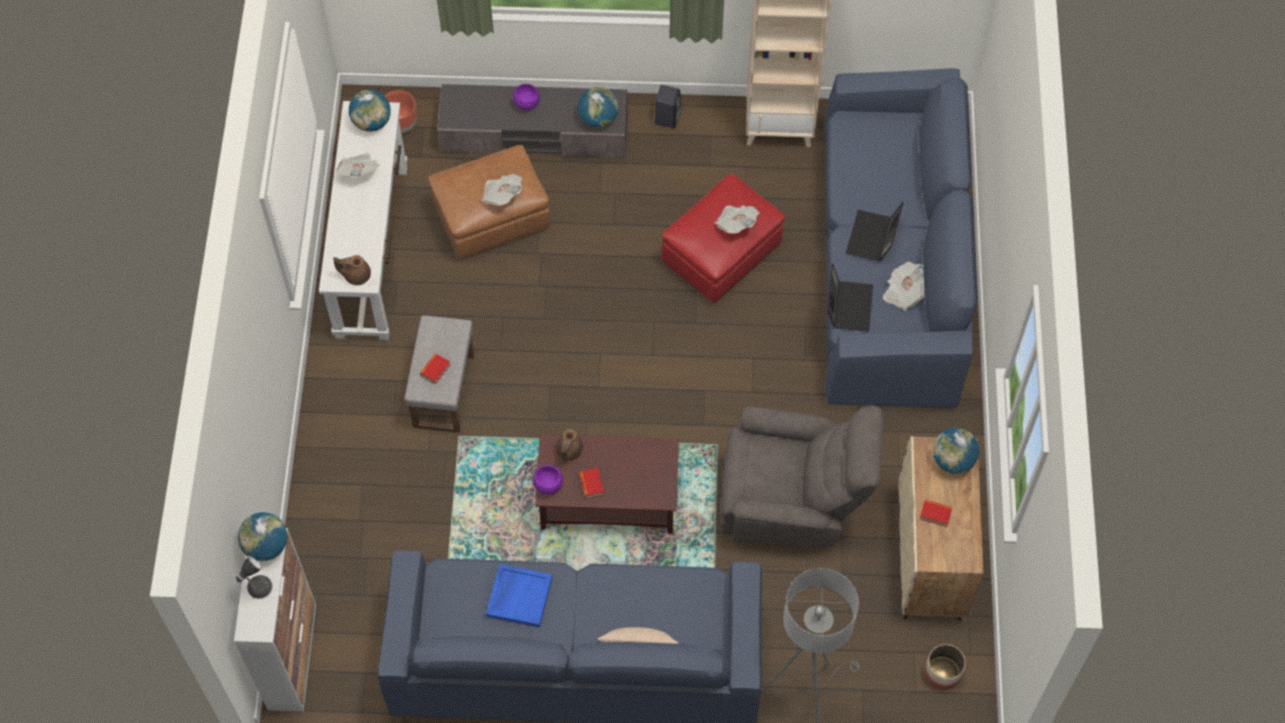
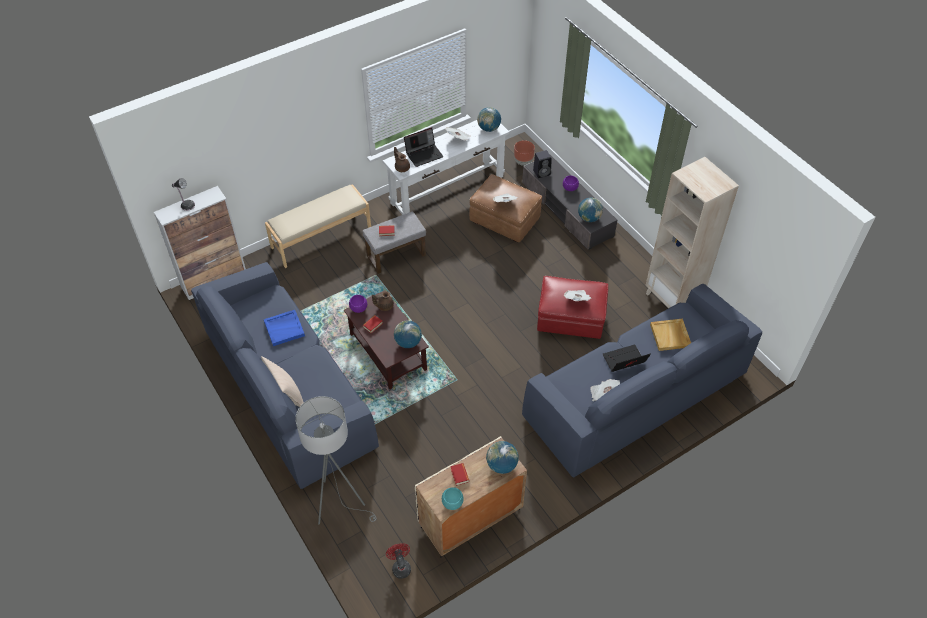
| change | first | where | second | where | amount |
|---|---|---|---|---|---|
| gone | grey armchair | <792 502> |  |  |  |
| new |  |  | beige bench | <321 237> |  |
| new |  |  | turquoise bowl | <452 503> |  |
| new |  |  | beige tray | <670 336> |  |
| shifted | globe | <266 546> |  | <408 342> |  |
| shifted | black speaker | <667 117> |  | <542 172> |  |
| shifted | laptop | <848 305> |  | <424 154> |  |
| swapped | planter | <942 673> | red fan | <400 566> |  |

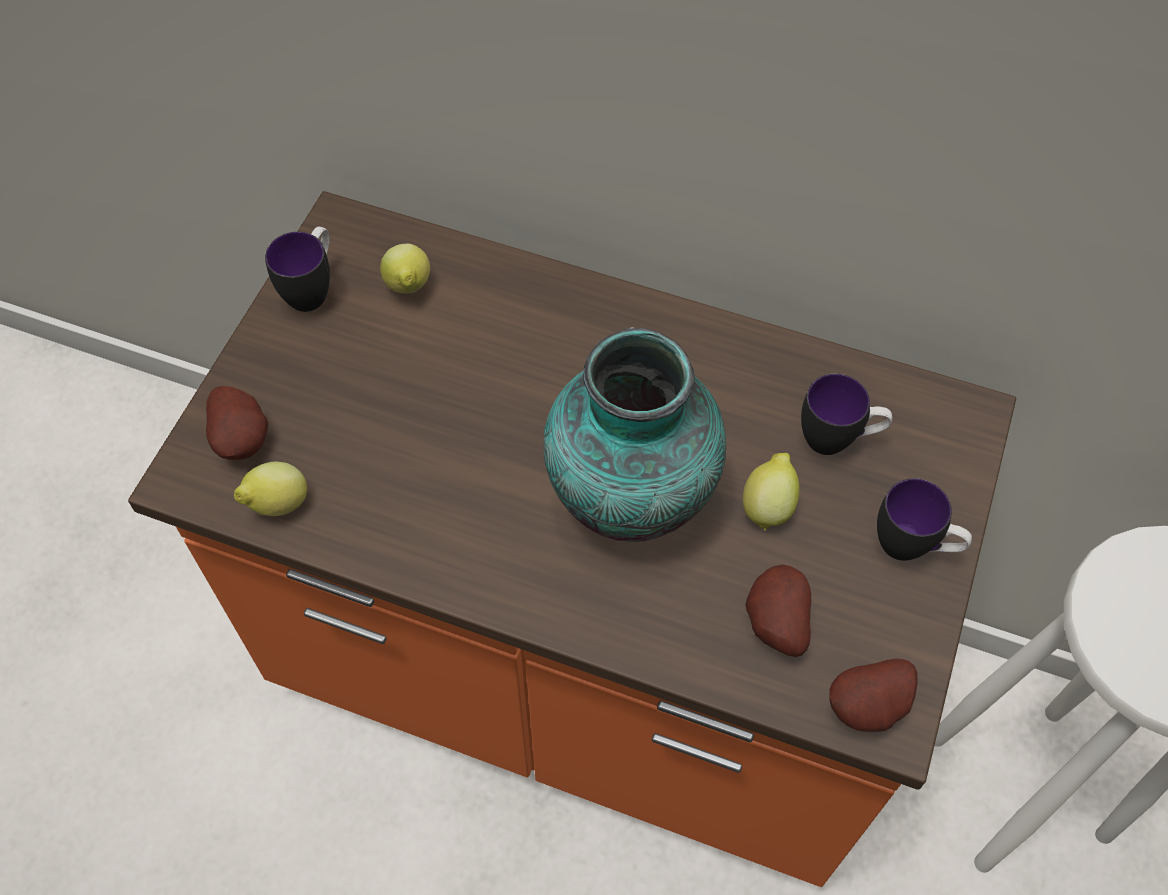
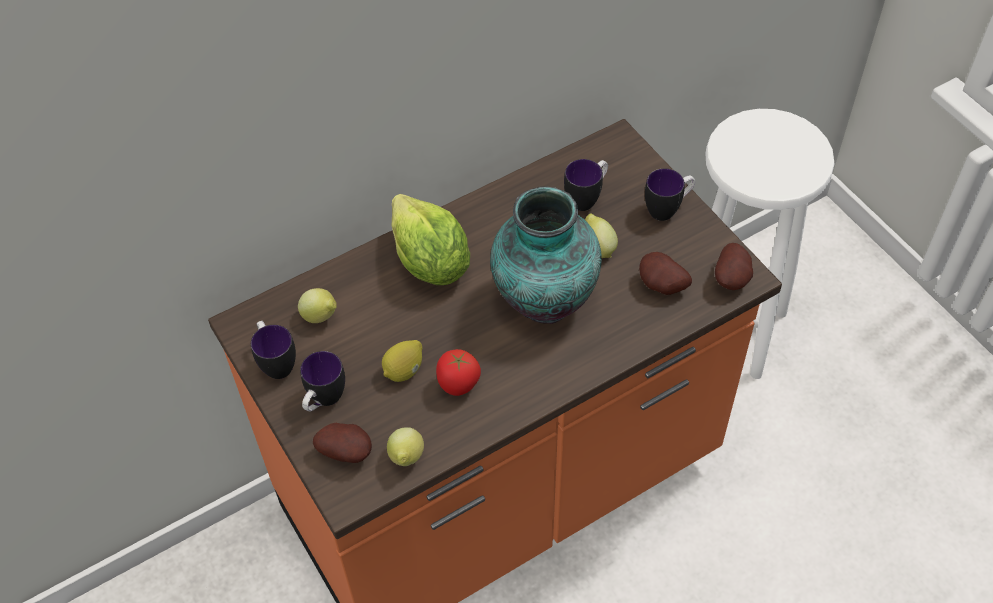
| change | first | where | second | where | amount |
|---|---|---|---|---|---|
| new |  |  | mug | <323 401> |  |
| new |  |  | lemon | <404 370> |  |
| new |  |  | lettuce | <430 263> |  |
| new |  |  | tomato | <458 386> |  |

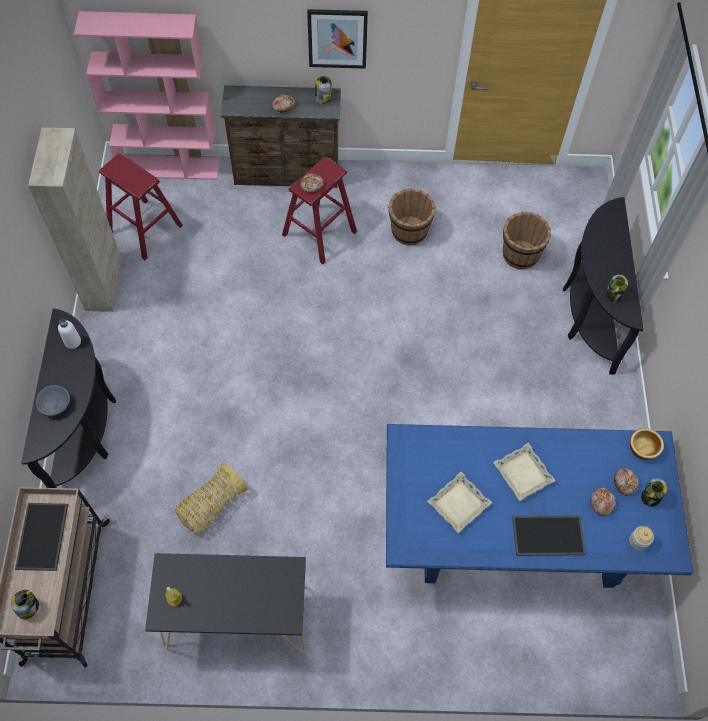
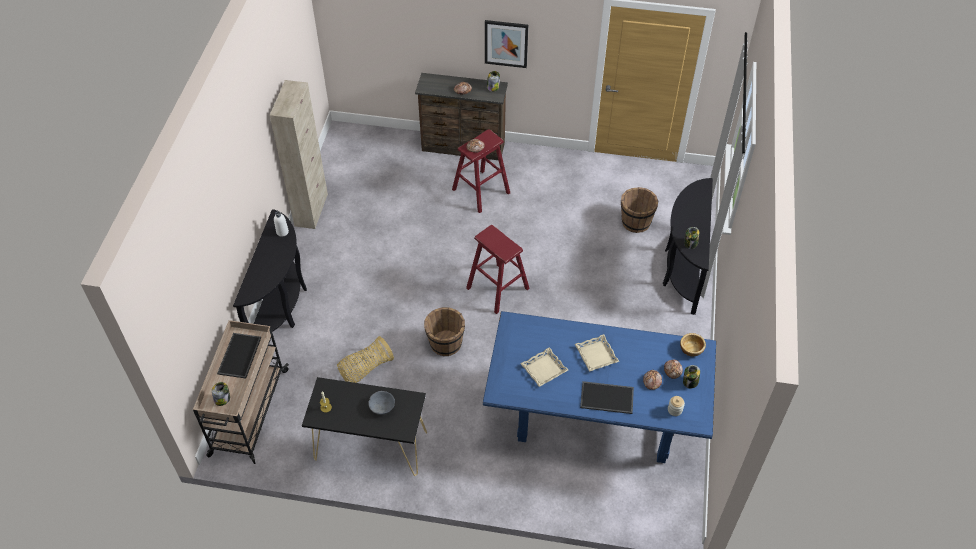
| change | first | where | second | where | amount |
|---|---|---|---|---|---|
| gone | pink bookcase | <170 167> |  |  |  |
| shifted | grey bowl | <56 404> |  | <382 406> |  |
| shifted | red stool | <145 229> |  | <498 288> |  |
| shifted | brown bucket | <409 231> |  | <445 344> |  |

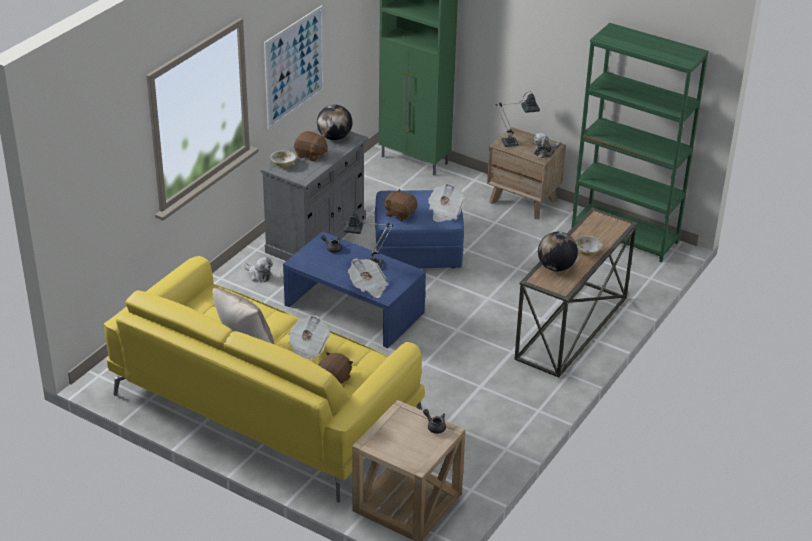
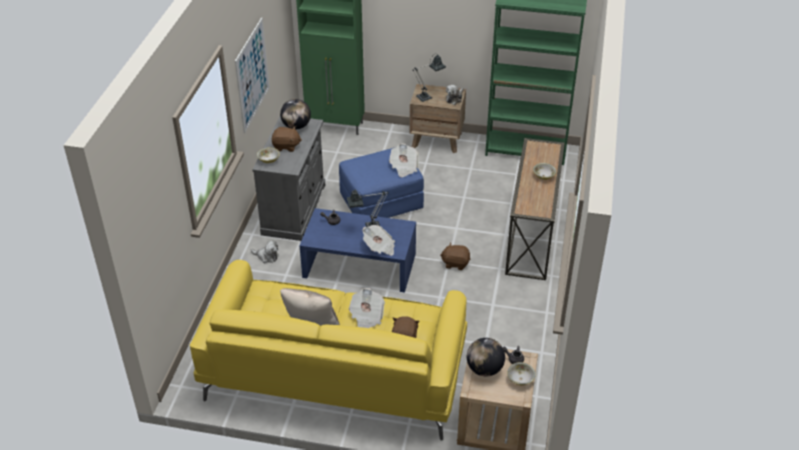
| change | first | where | second | where | amount |
|---|---|---|---|---|---|
| new |  |  | bowl | <520 379> |  |
| shifted | brown plush toy | <400 214> |  | <455 263> |  |
| shifted | globe | <556 267> |  | <484 369> |  |

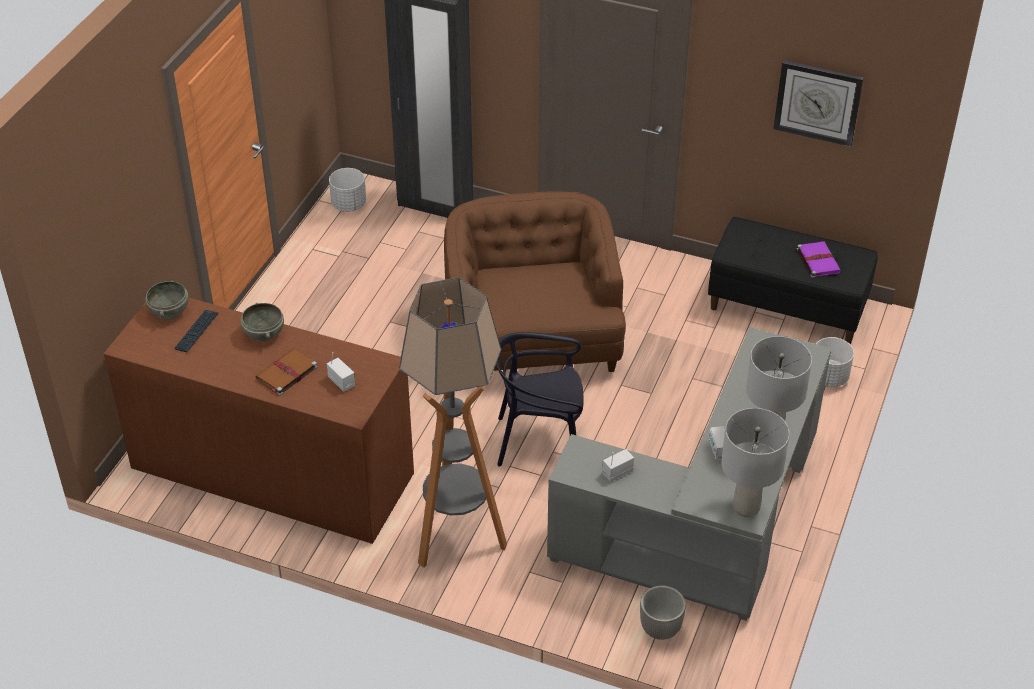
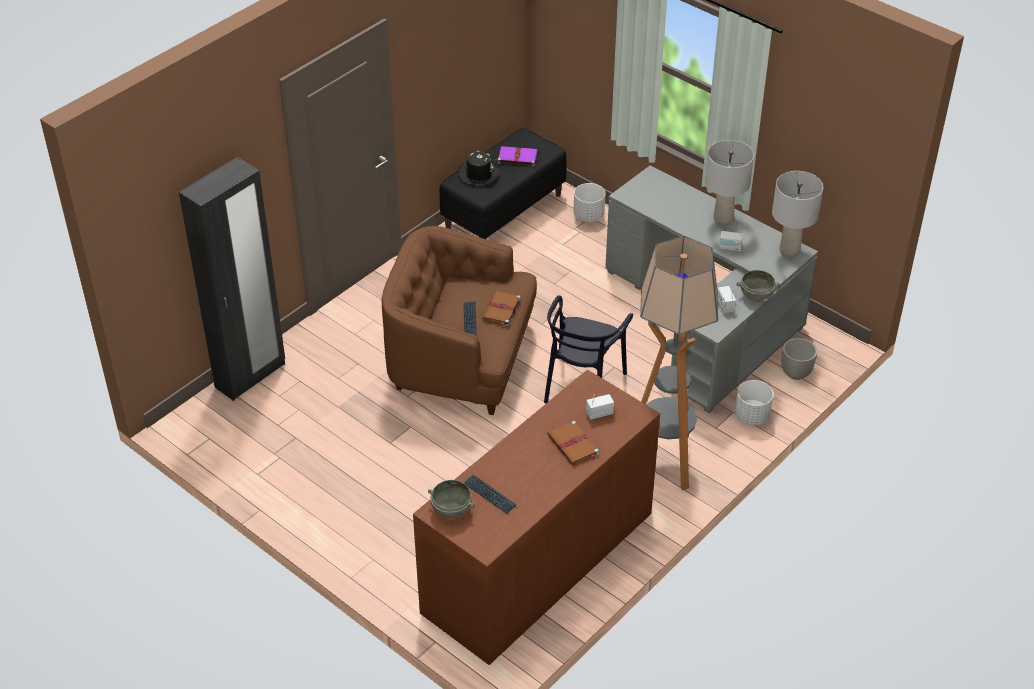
| change | first | where | second | where | amount |
|---|---|---|---|---|---|
| gone | wall clock | <818 102> |  |  |  |
| new |  |  | black hat | <478 174> |  |
| new |  |  | keyboard | <470 319> |  |
| new |  |  | brown book | <501 310> |  |
| shifted | grey bowl | <263 333> |  | <756 295> |  |
| shifted | white planter | <349 204> |  | <752 416> |  |

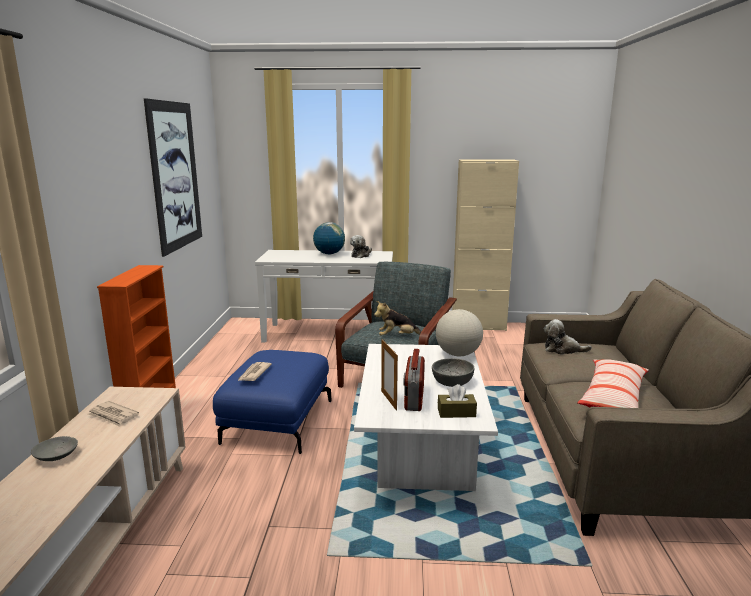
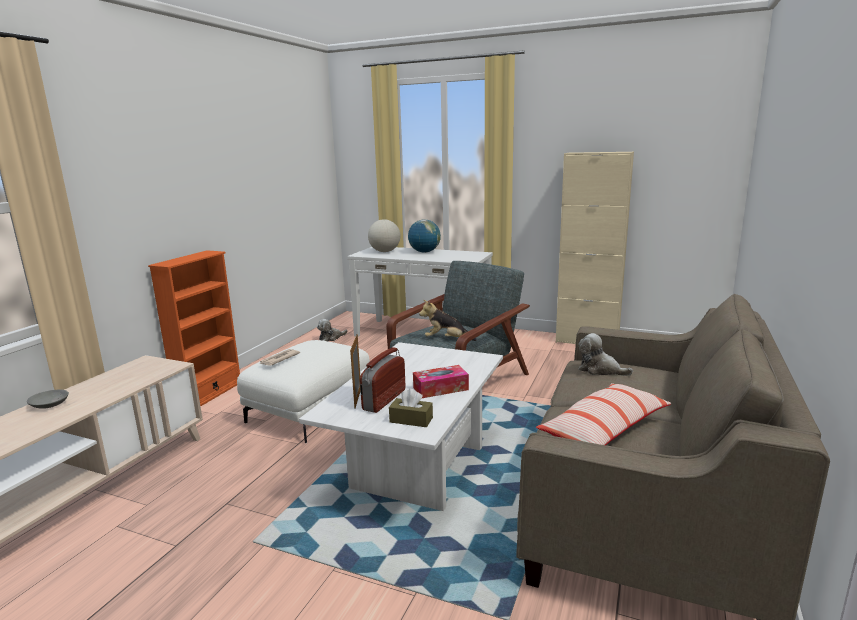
| change | first | where | second | where | amount |
|---|---|---|---|---|---|
| gone | newspaper | <113 416> |  |  |  |
| gone | picture | <175 176> |  |  |  |
| shifted | plush toy | <361 255> |  | <331 338> |  |
| shifted | globe | <458 354> |  | <384 251> |  |
| swapped | grey bowl | <452 381> | tissue box | <440 388> |  |
| repainted | blue ottoman | <277 421> | white ottoman | <310 409> |  |

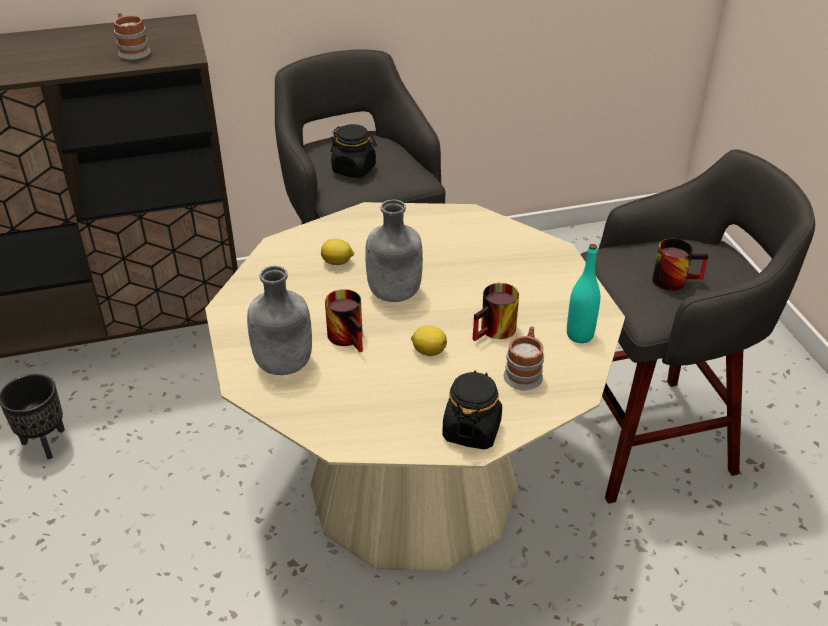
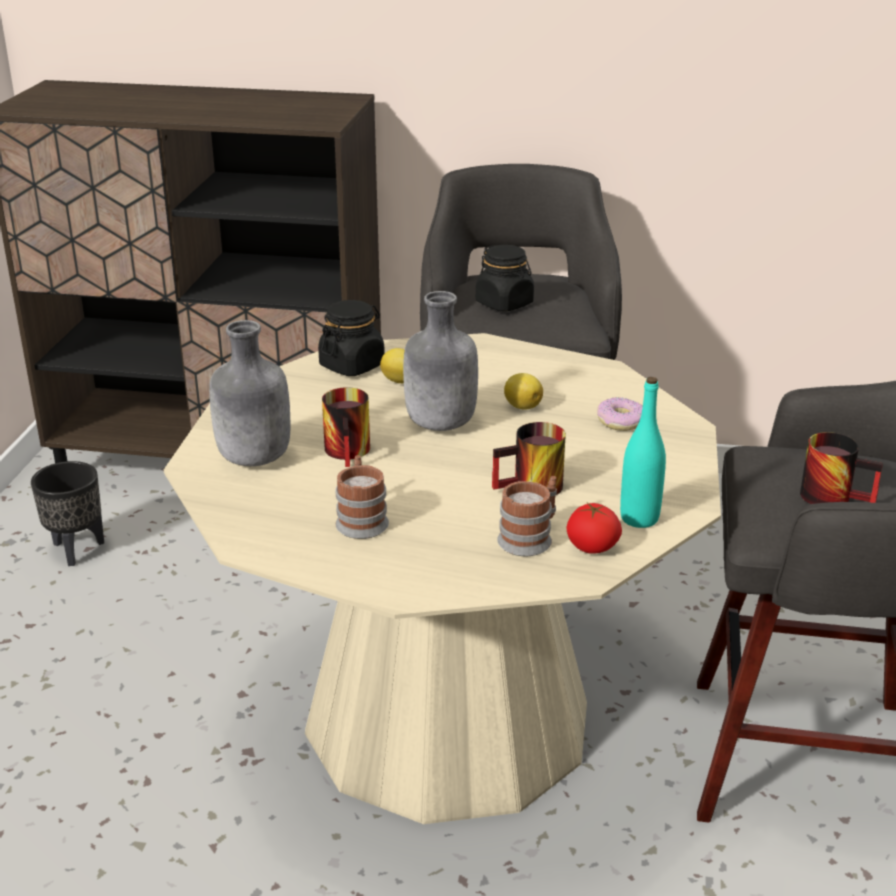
| change | first | where | second | where | amount |
|---|---|---|---|---|---|
| new |  |  | tomato | <592 547> |  |
| new |  |  | donut | <621 421> |  |
| shifted | mug | <132 51> |  | <361 519> |  |
| shifted | lemon | <428 351> |  | <522 406> |  |
| shifted | black jar | <471 430> |  | <352 365> |  |

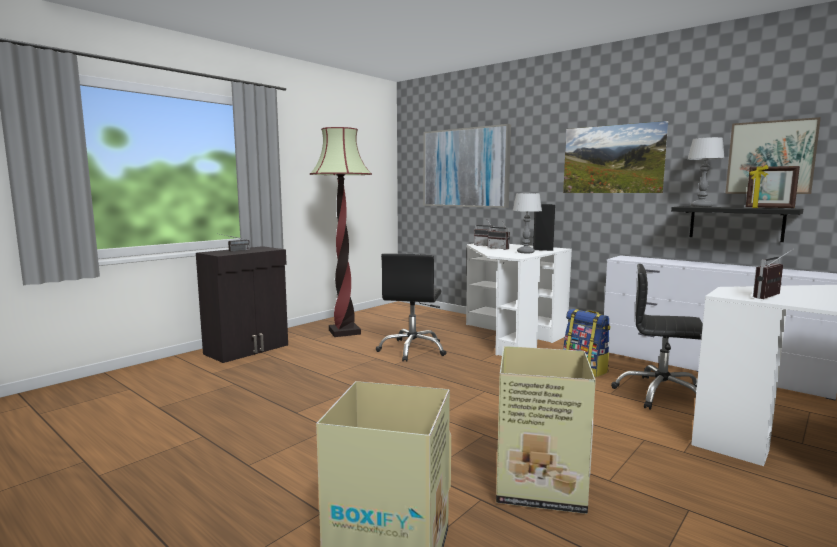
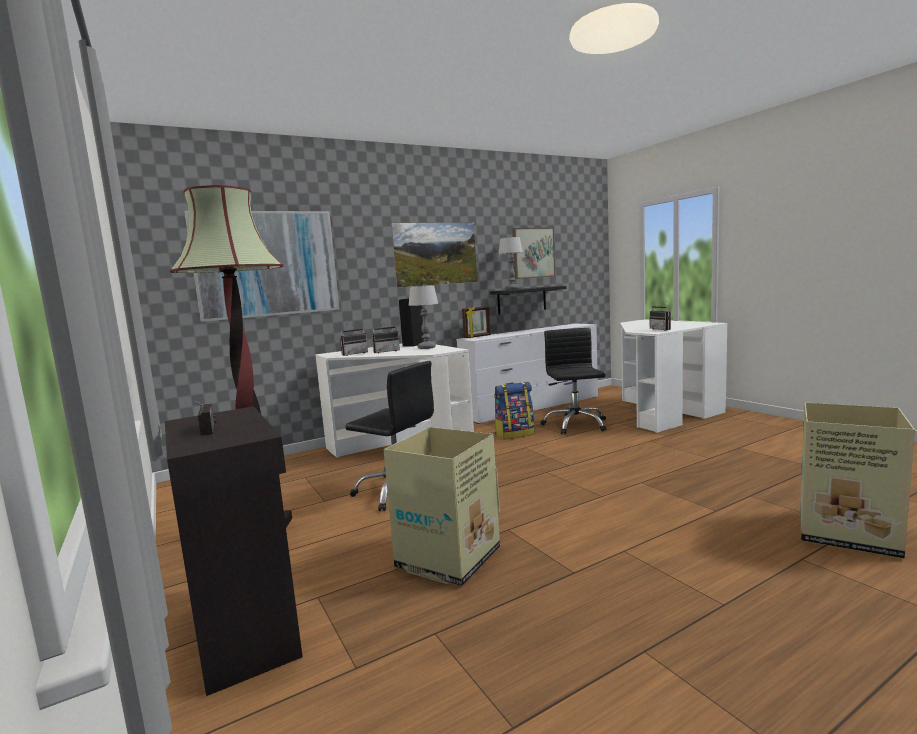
| change | first | where | second | where | amount |
|---|---|---|---|---|---|
| shifted | cardboard box | <537 484> |  | <447 559> |  |
| shifted | picture frame | <769 208> |  | <477 337> |  |
| rotated | black office chair | <660 394> |  | <575 425> | 135 degrees clockwise |

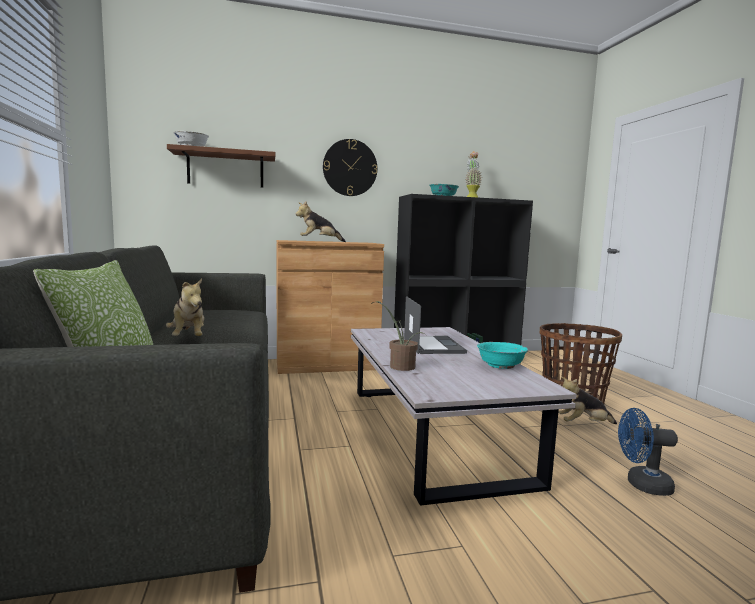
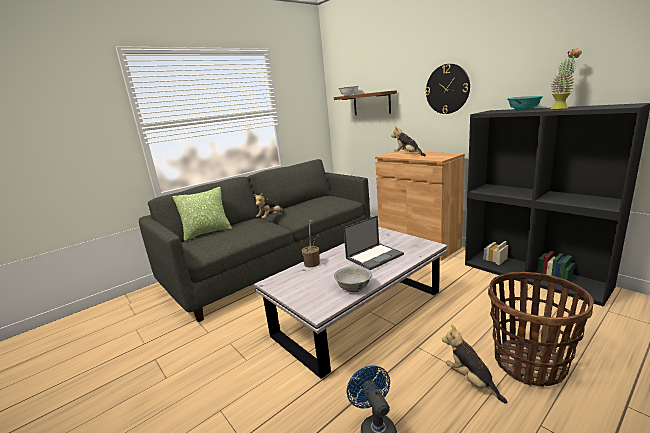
| change | first | where | second | where | amount |
|---|---|---|---|---|---|
| repainted | turquoise bowl | <501 365> | white bowl | <353 287> |  |

